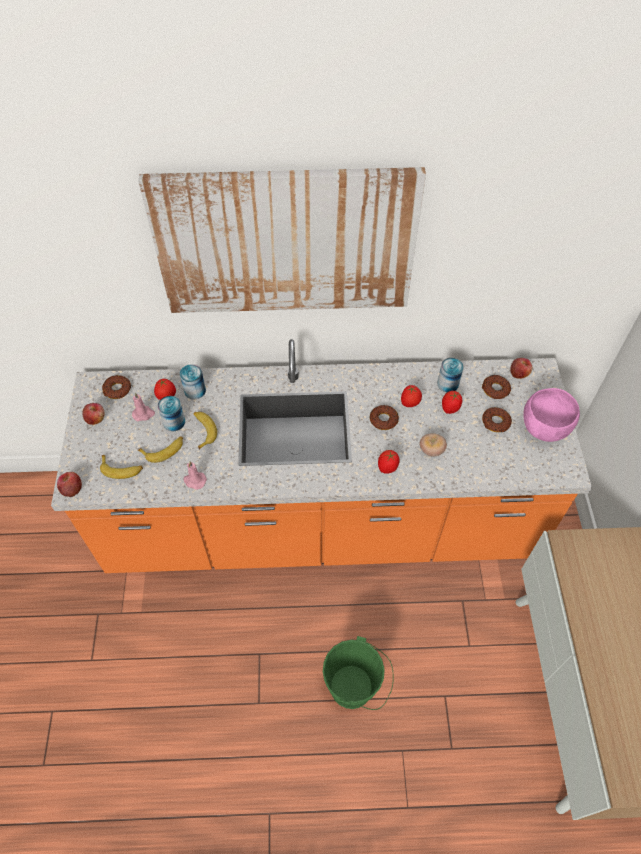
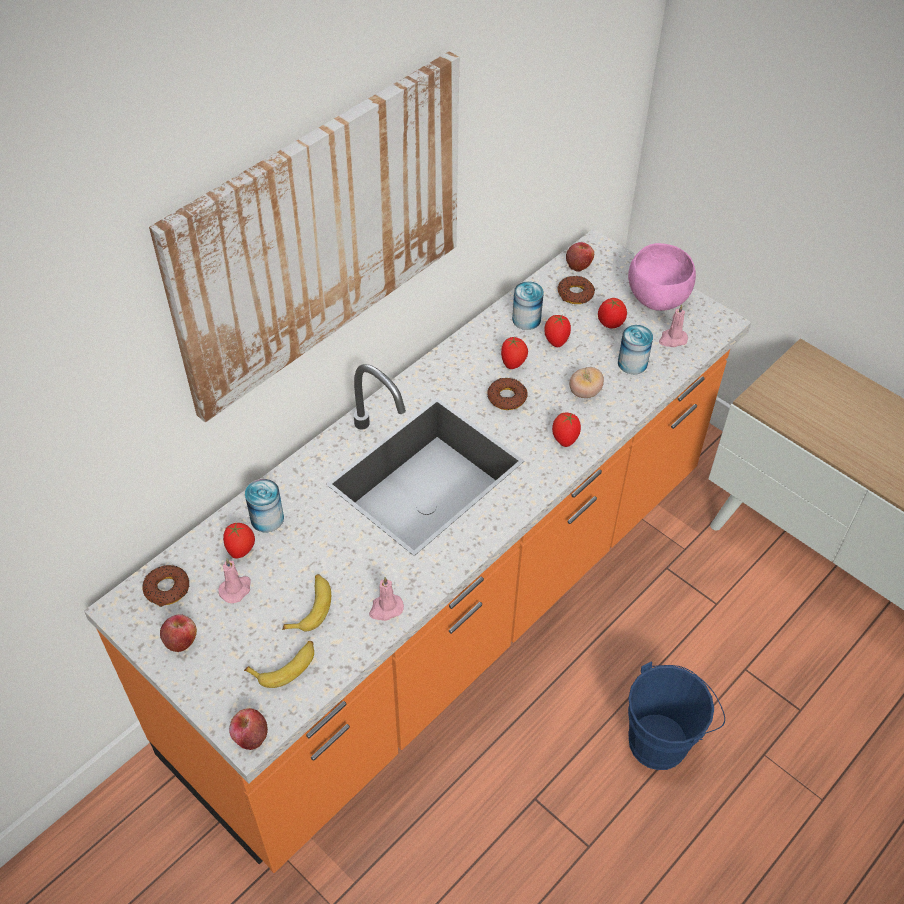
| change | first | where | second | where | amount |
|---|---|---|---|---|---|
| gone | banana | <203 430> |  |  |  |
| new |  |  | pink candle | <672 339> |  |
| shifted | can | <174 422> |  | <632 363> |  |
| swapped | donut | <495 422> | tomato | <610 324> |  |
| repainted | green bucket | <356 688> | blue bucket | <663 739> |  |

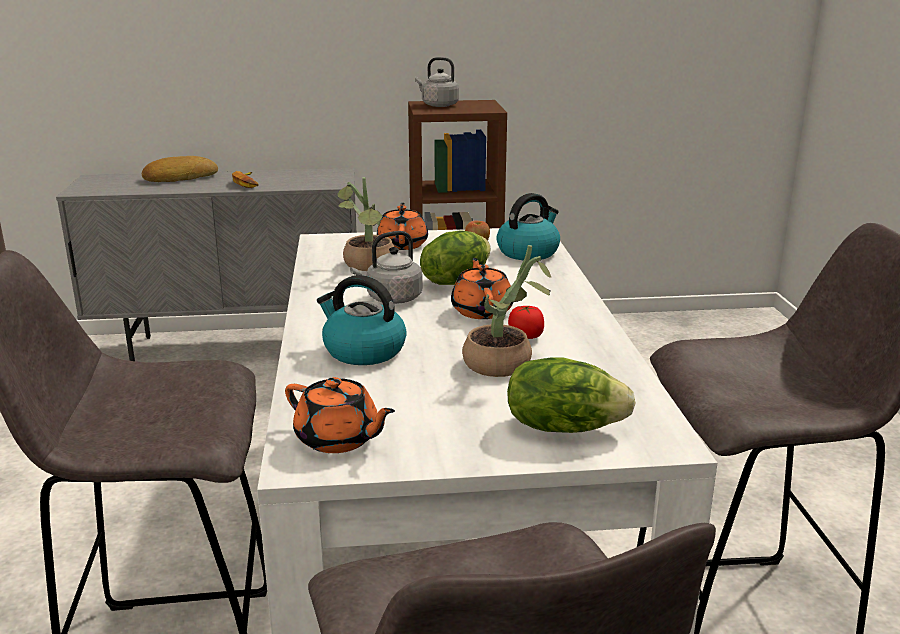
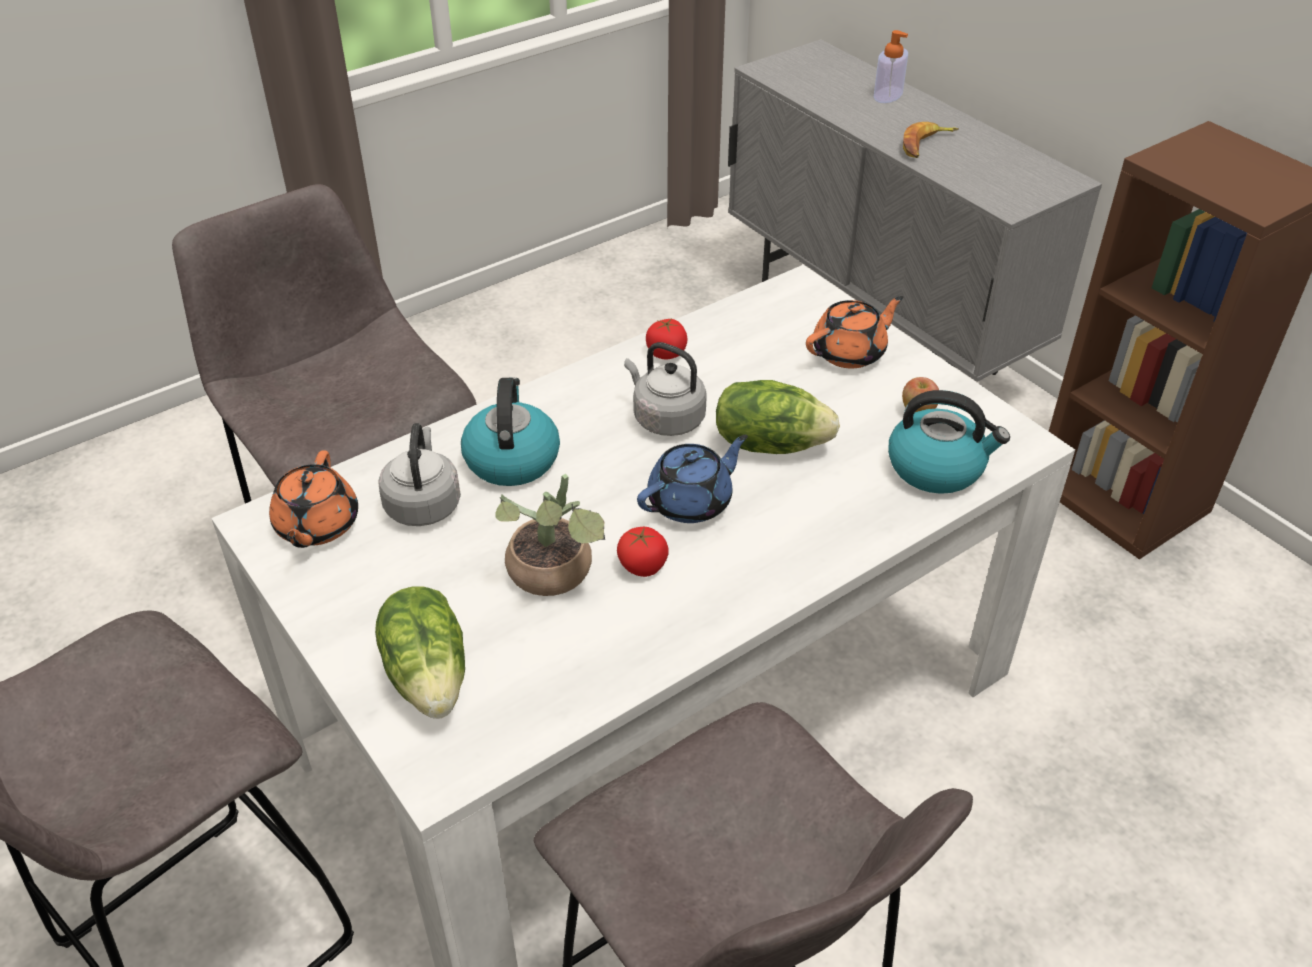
| change | first | where | second | where | amount |
|---|---|---|---|---|---|
| gone | potted plant | <368 266> |  |  |  |
| new |  |  | tomato | <666 353> |  |
| shifted | grey kettle | <438 105> |  | <423 503> |  |
| swapped | bread | <179 177> | soap dispenser | <888 95> |  |
| repainted | orange teapot | <482 310> | blue teapot | <691 502> |  |

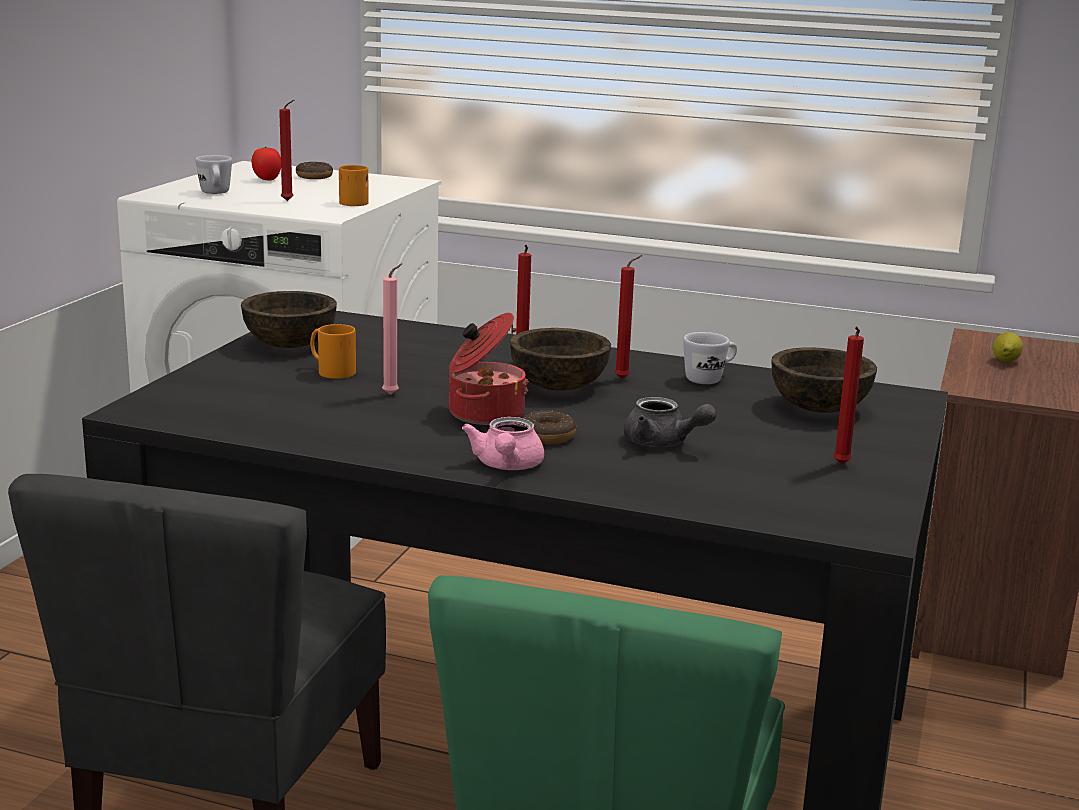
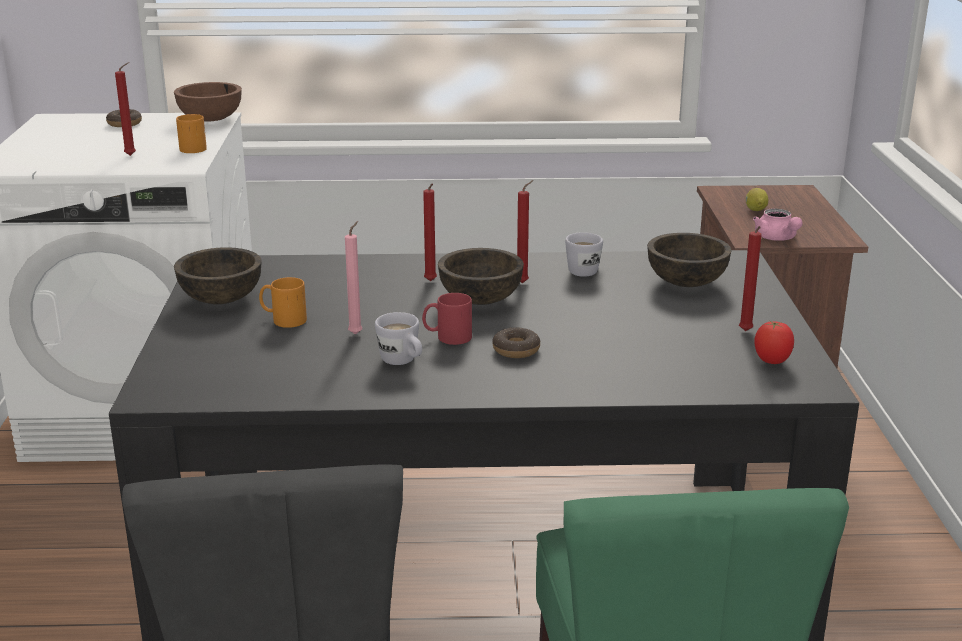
| change | first | where | second | where | amount |
|---|---|---|---|---|---|
| gone | grey teapot | <663 443> |  |  |  |
| new |  |  | brown bowl | <210 119> |  |
| shifted | white mug | <215 193> |  | <403 362> |  |
| shifted | tomato | <267 180> |  | <771 362> |  |
| shifted | pink teapot | <506 466> |  | <777 238> |  |
| swapped | cooking pot | <484 413> | red mug | <447 337> |  |

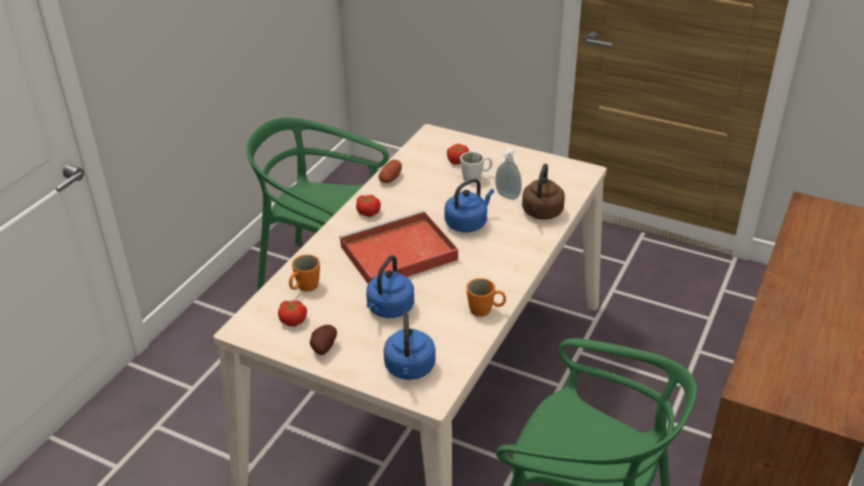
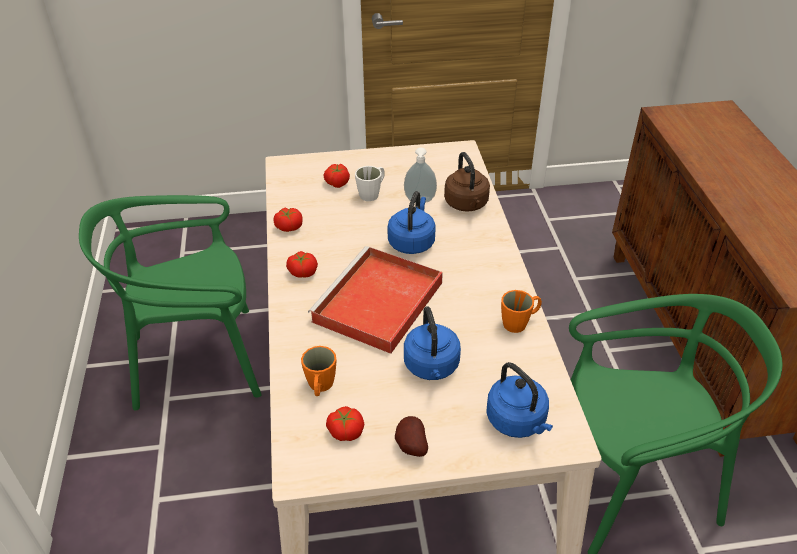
| change | first | where | second | where | amount |
|---|---|---|---|---|---|
| swapped | potato | <390 178> | tomato | <289 226> |  |

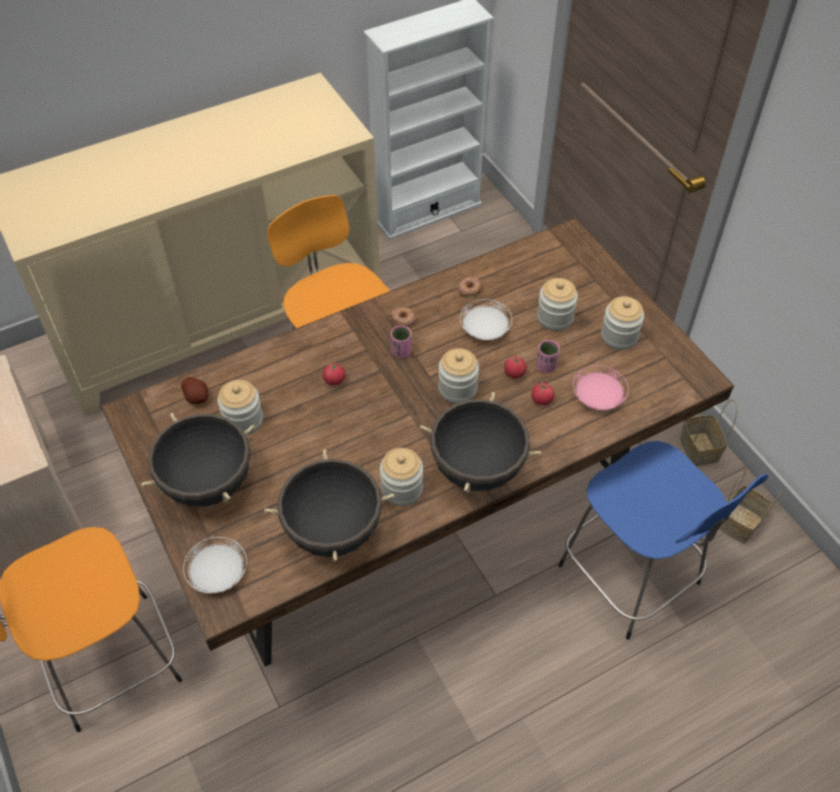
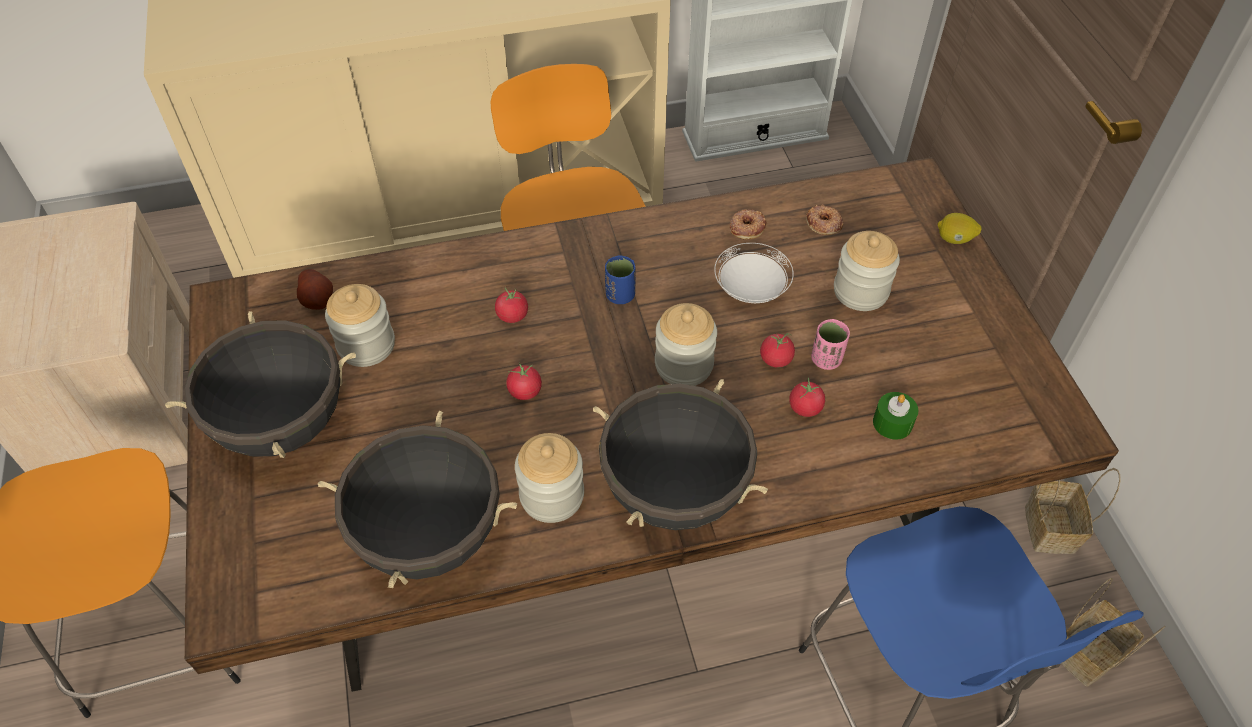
| change | first | where | second | where | amount |
|---|---|---|---|---|---|
| gone | white plate | <218 574> |  |  |  |
| gone | jar | <619 336> |  |  |  |
| new |  |  | tomato | <525 391> |  |
| new |  |  | lemon | <954 239> |  |
| shifted | donut | <403 319> |  | <823 223> |  |
| swapped | pink plate | <597 397> | green candle | <892 423> |  |
| repainted | pink cup | <401 352> | blue cup | <620 295> |  |

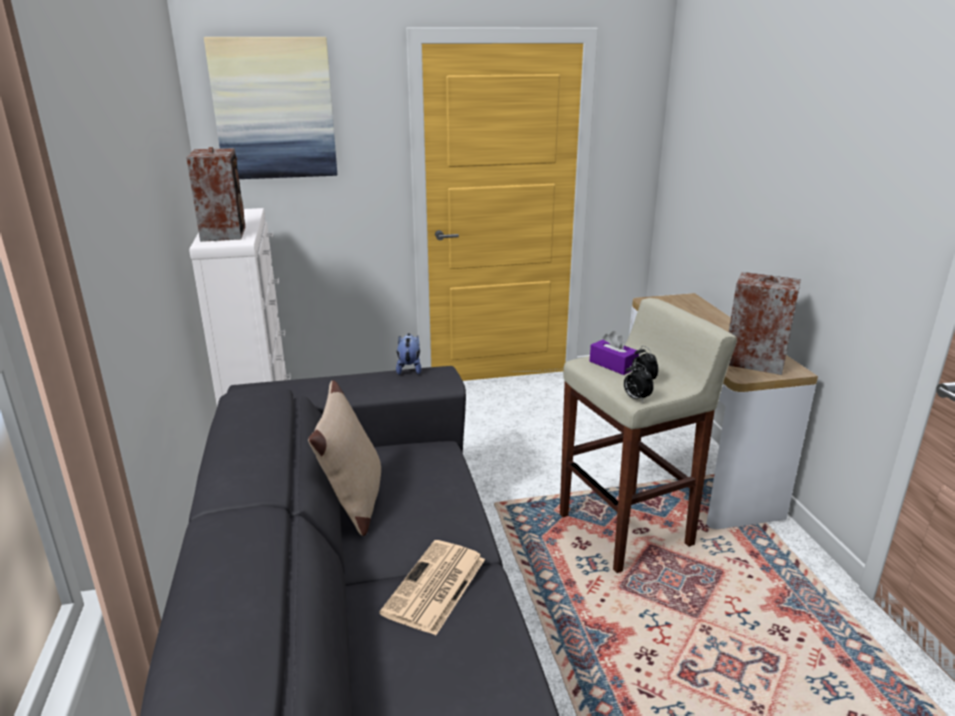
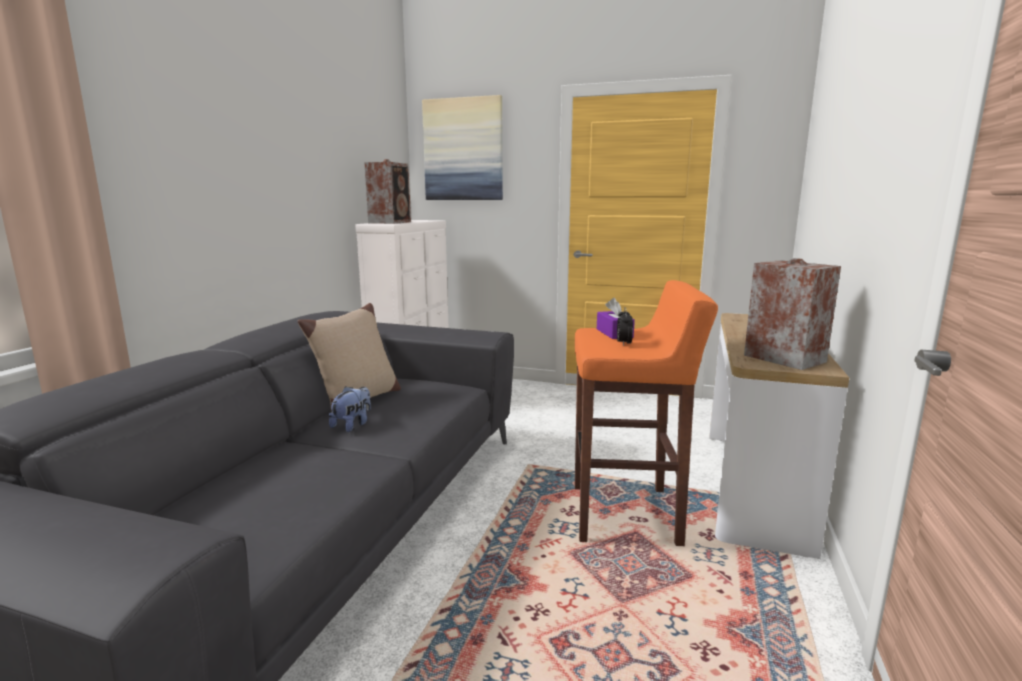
| change | first | where | second | where | amount |
|---|---|---|---|---|---|
| gone | newspaper | <435 587> |  |  |  |
| gone | alarm clock | <636 398> |  |  |  |
| shifted | plush toy | <409 368> |  | <352 425> |  |
| repainted | beige stool | <627 529> | orange stool | <626 514> |  |

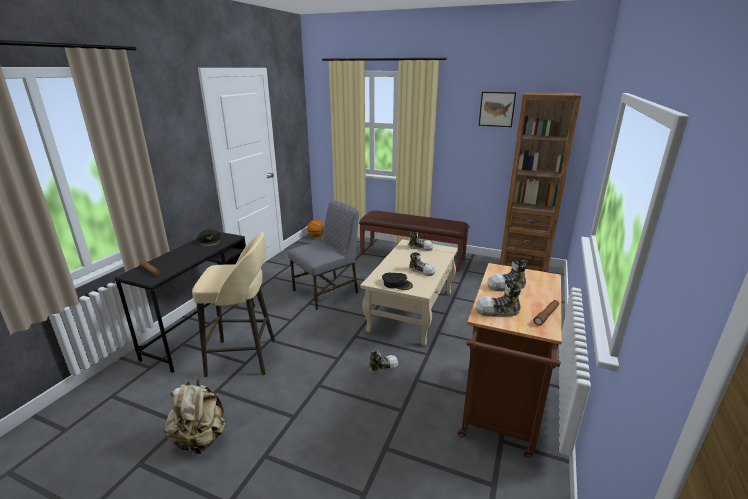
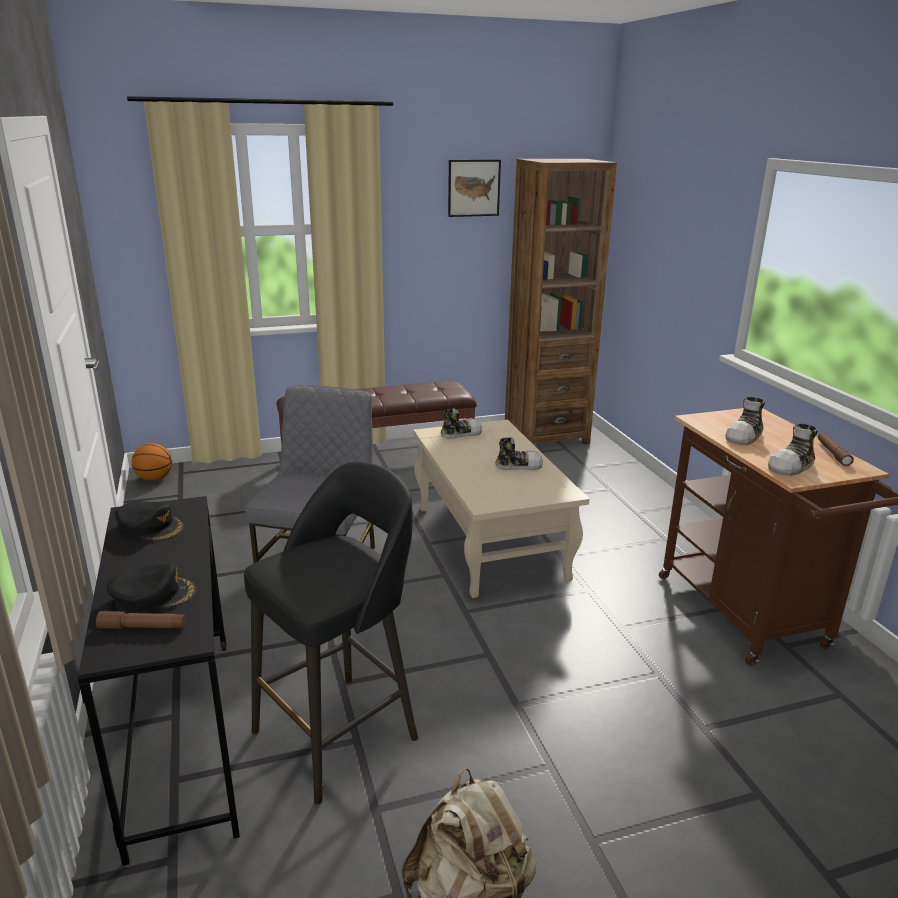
| change | first | where | second | where | amount |
|---|---|---|---|---|---|
| gone | shoe | <382 367> |  |  |  |
| shifted | black cap | <397 284> |  | <154 595> |  |
| repainted | beige stool | <244 357> | black stool | <339 733> |  |

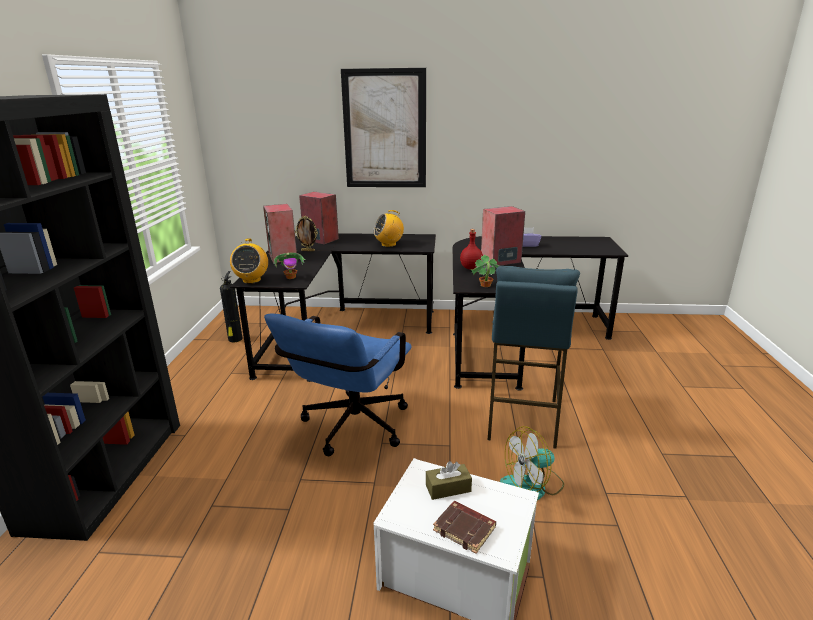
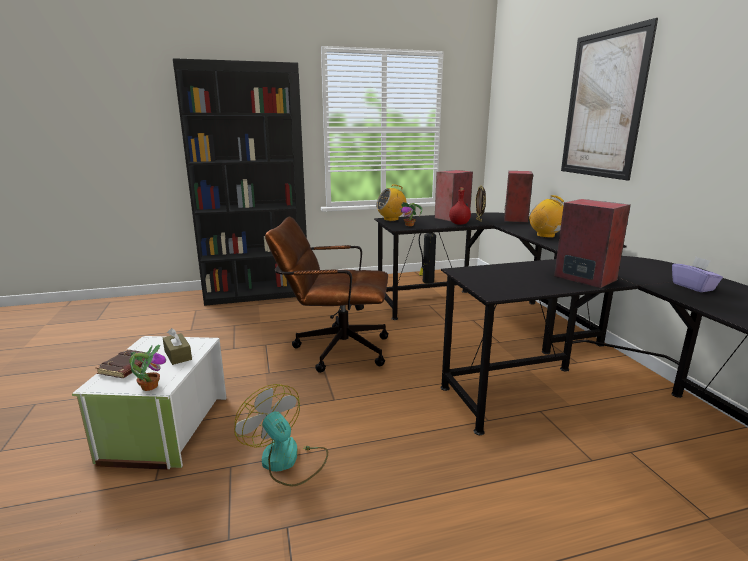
| change | first | where | second | where | amount |
|---|---|---|---|---|---|
| gone | blue stool | <521 419> |  |  |  |
| shifted | red bottle | <470 268> |  | <459 224> |  |
| shifted | potted plant | <485 285> |  | <149 386> |  |
| repainted | blue office chair | <350 429> | brown office chair | <334 349> |  |

